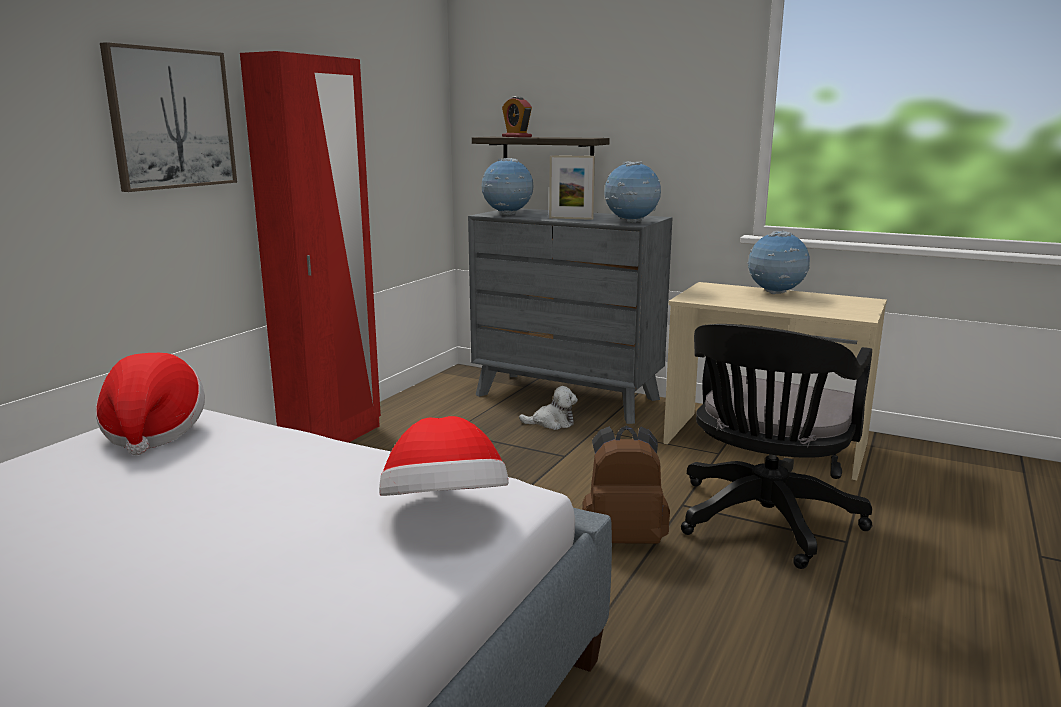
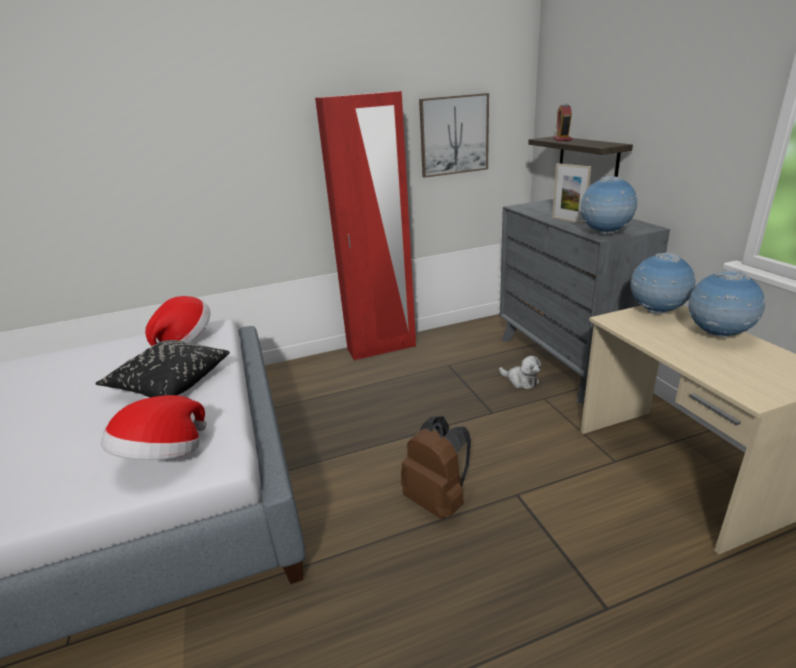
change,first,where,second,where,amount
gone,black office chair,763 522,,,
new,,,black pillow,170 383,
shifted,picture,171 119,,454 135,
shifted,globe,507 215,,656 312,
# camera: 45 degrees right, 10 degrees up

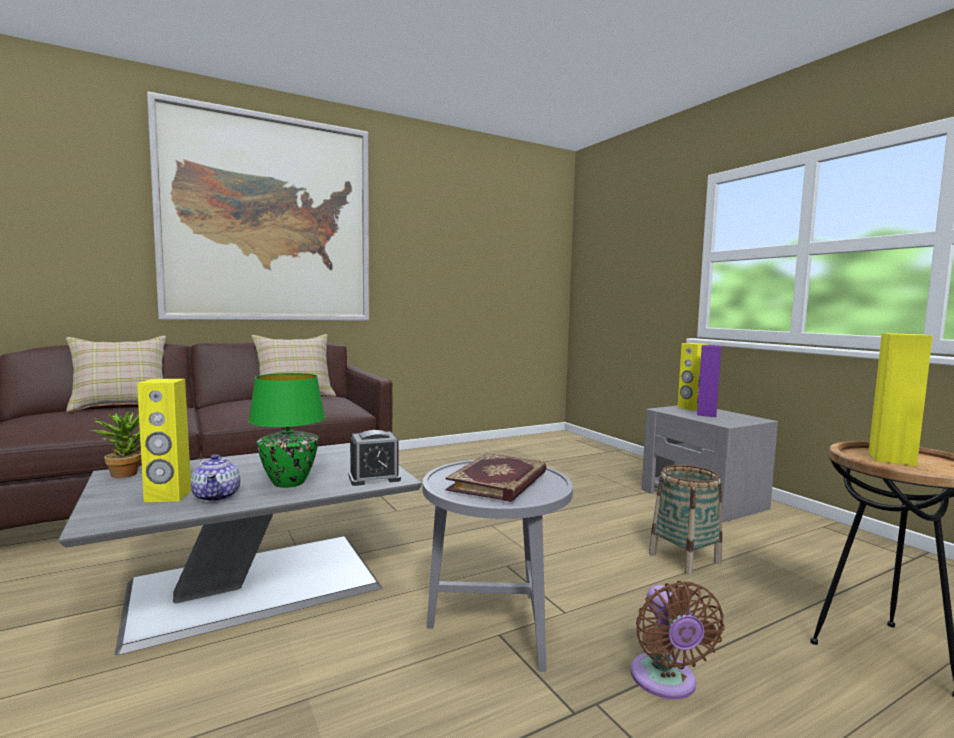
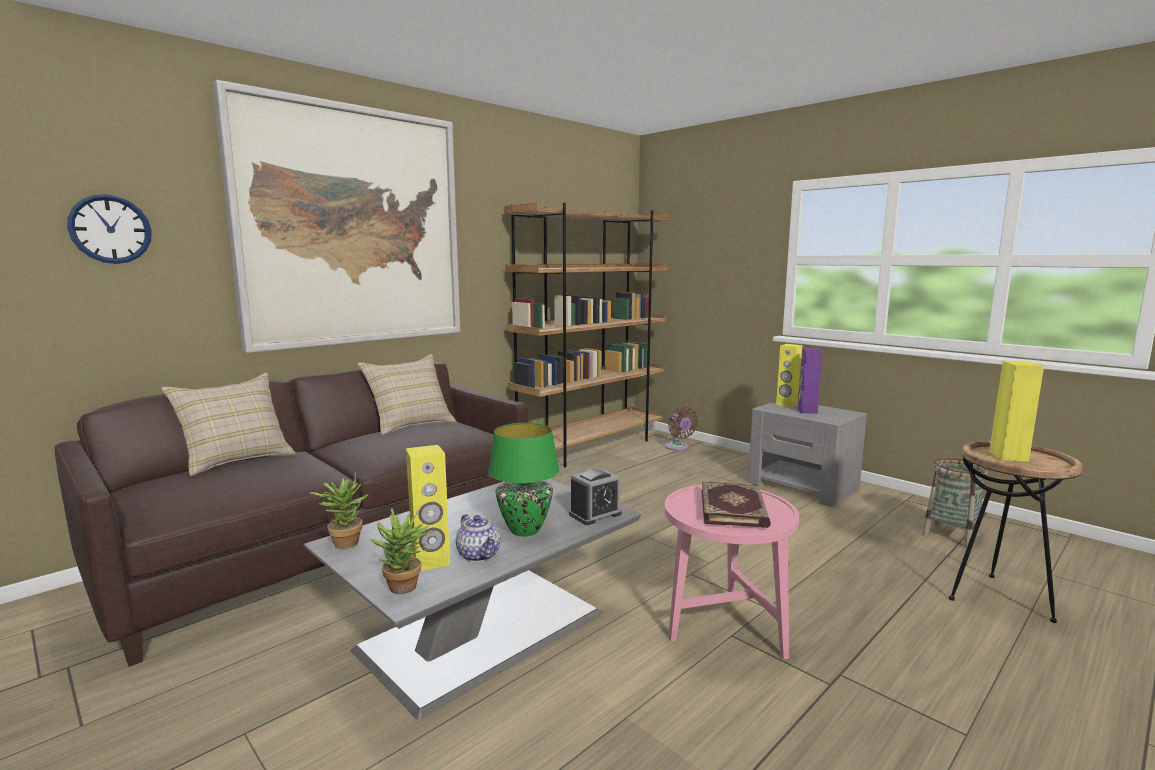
change,first,where,second,where,amount
new,,,wall clock,110 229,
new,,,potted plant,404 590,
new,,,brown bookcase,591 447,
shifted,brown fan,665 682,,678 448,
shifted,basket,684 558,,950 535,
repainted,grey side table,494 628,pink side table,723 631,
# camera: 15 degrees left, 5 degrees up

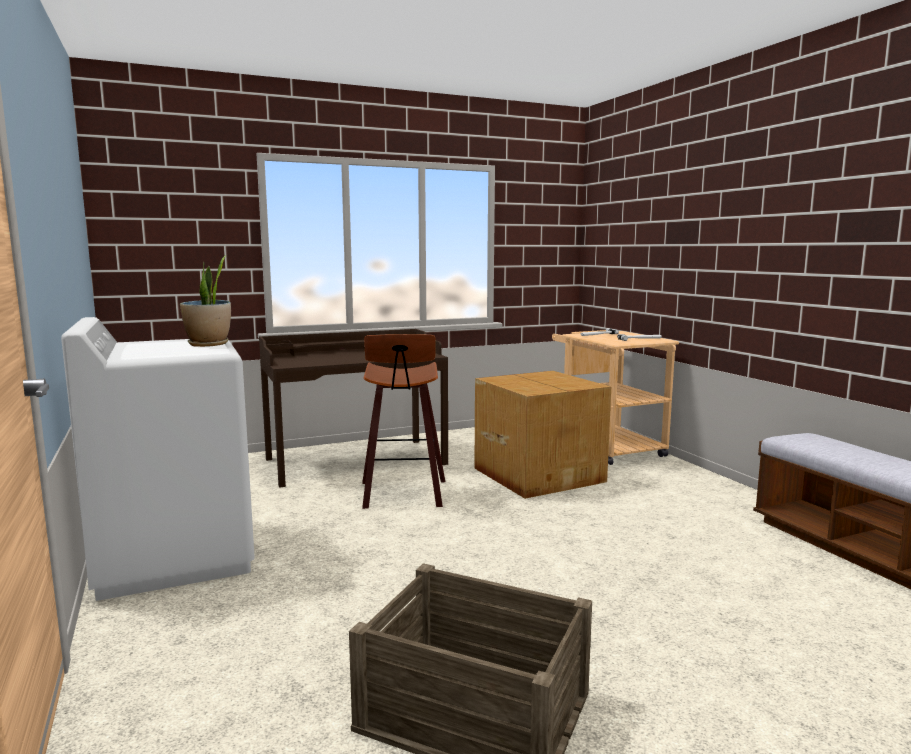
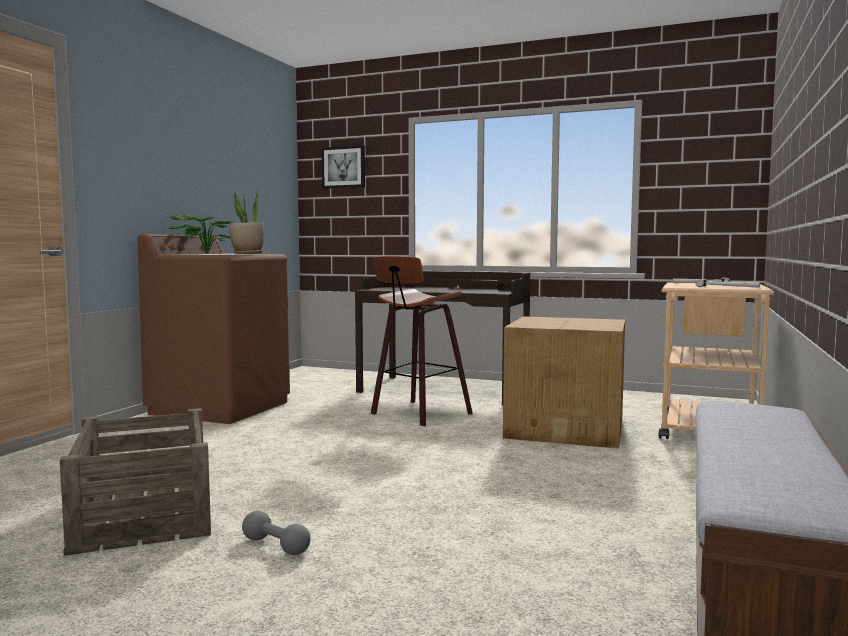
change,first,where,second,where,amount
new,,,potted plant,202 253,
new,,,grey dumbbell,275 546,
new,,,picture,344 167,
repainted,white washing machine,174 555,brown washing machine,220 407,
# camera: 45 degrees right, 5 degrees down

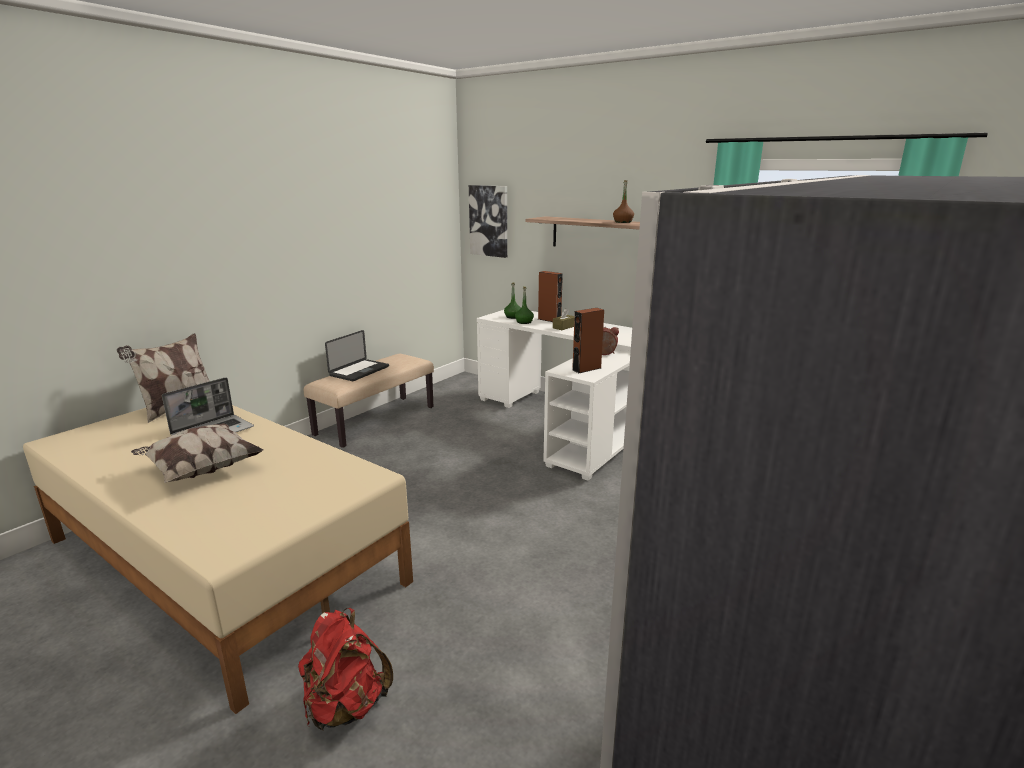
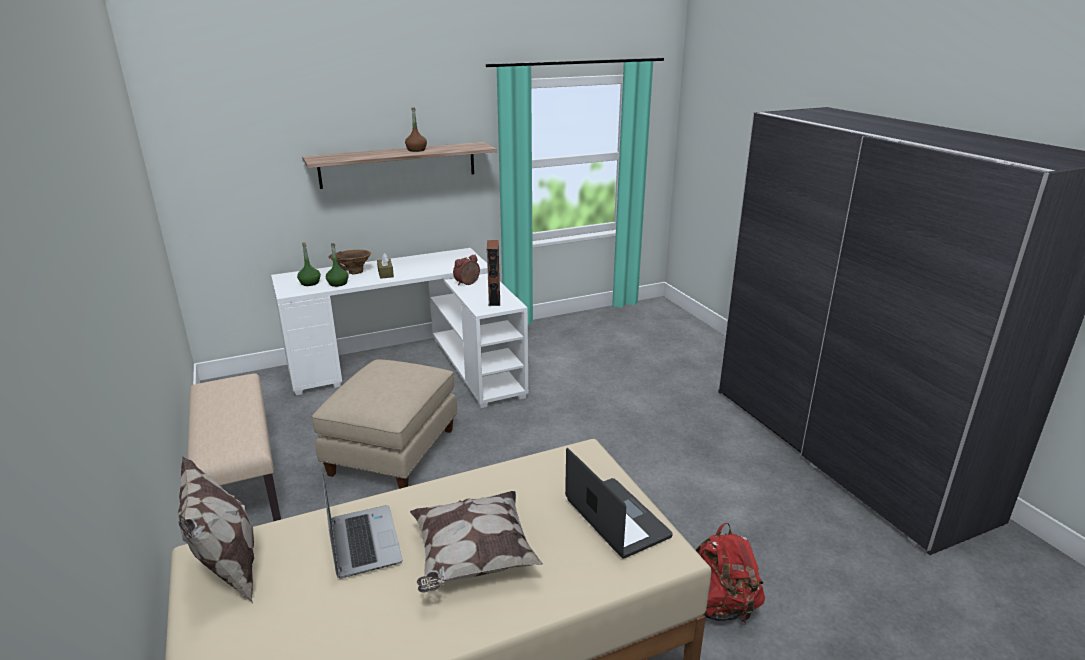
change,first,where,second,where,amount
gone,picture,489 221,,,
new,,,beige ottoman,392 451,
shifted,laptop,359 371,,616 518,
swapped,brown speaker,549 320,brown vase,352 272,
# camera: 60 degrees left, 5 degrees up

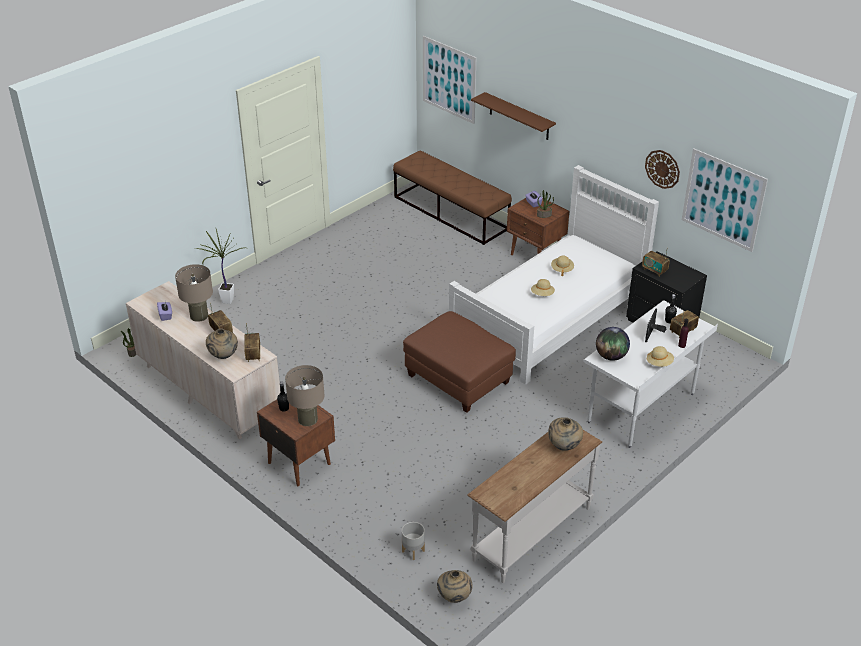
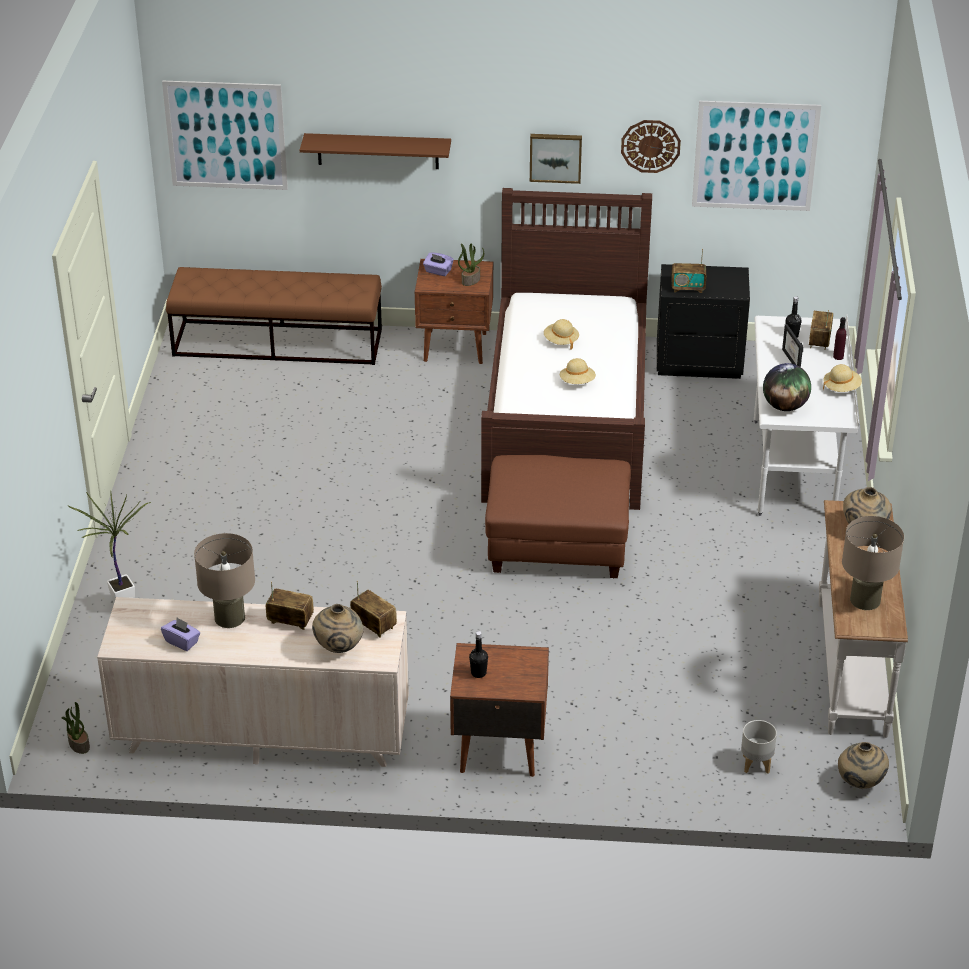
change,first,where,second,where,amount
new,,,picture,555 157,
shifted,beige table lamp,307 419,,865 600,
repainted,white bed,549 316,brown bed,567 415,
# camera: 40 degrees left, 0 degrees up

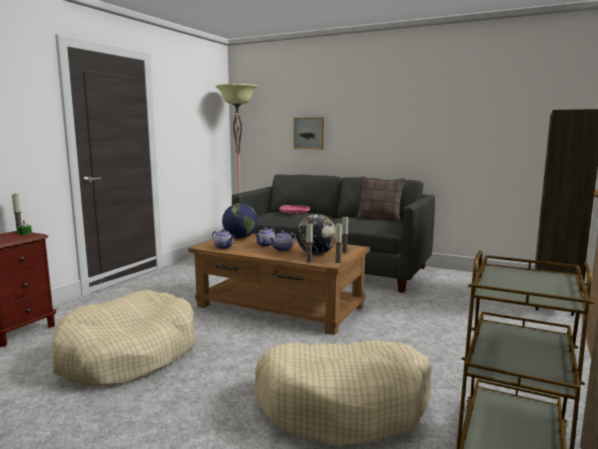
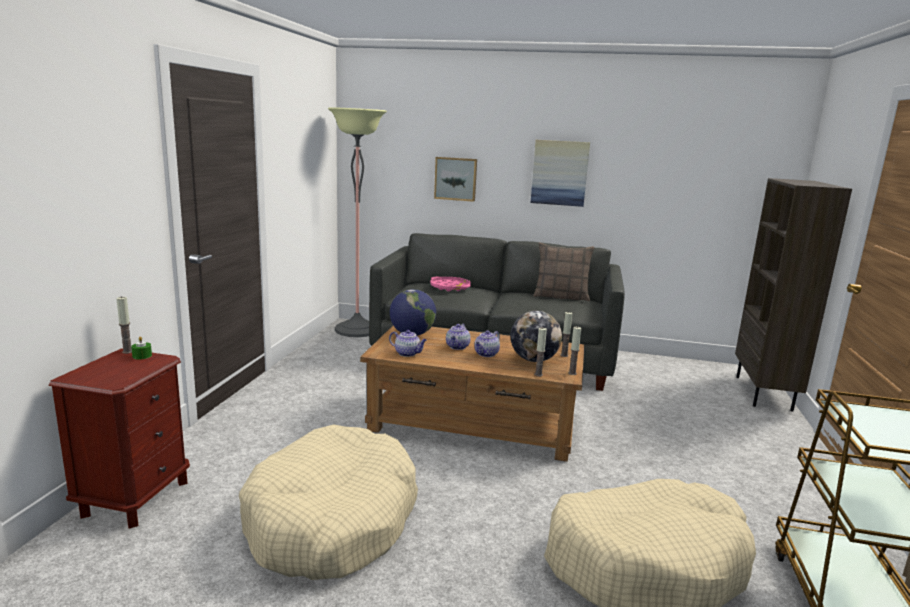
change,first,where,second,where,amount
new,,,picture,559 173,
# camera: 15 degrees left, 5 degrees up

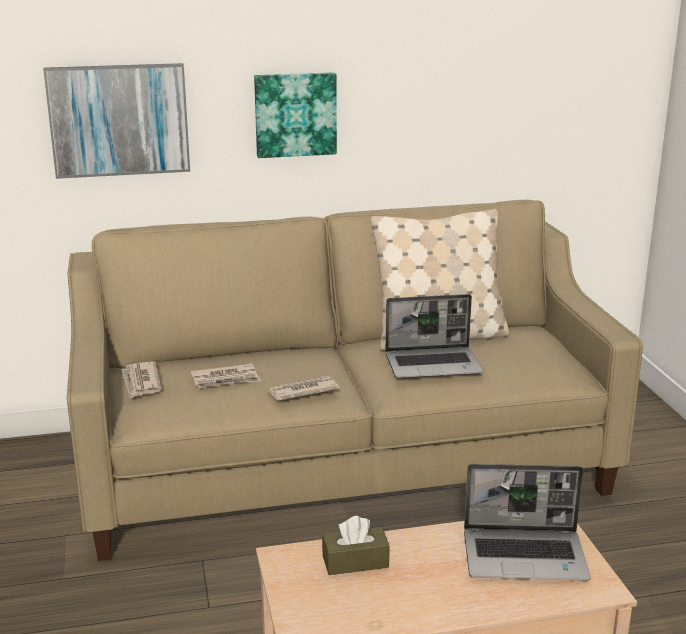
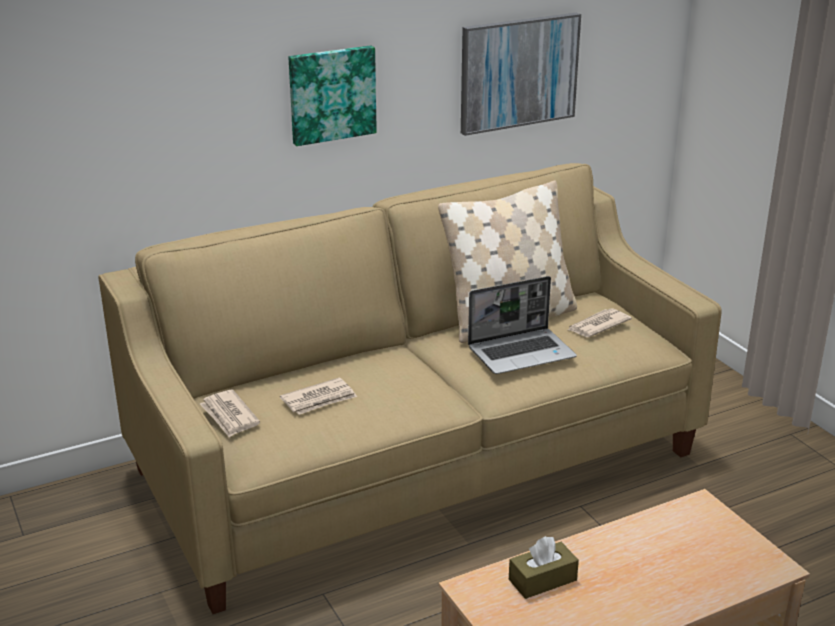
change,first,where,second,where,amount
gone,laptop,526 556,,,
shifted,picture,119 120,,518 72,
shifted,newspaper,302 391,,597 325,
# camera: 15 degrees left, 5 degrees up

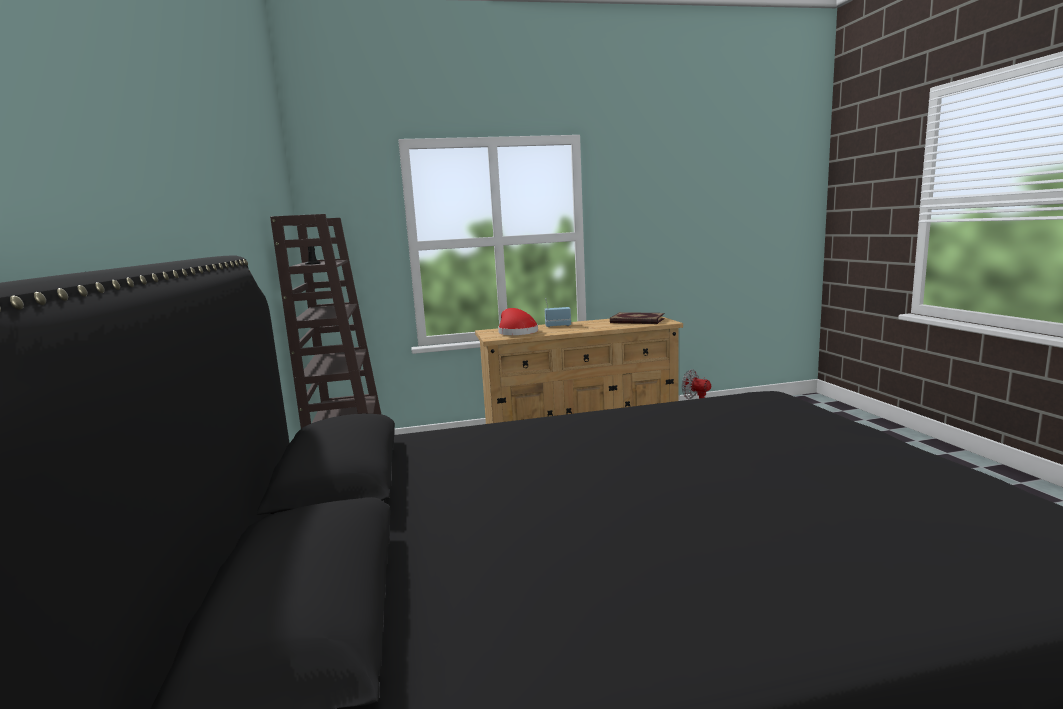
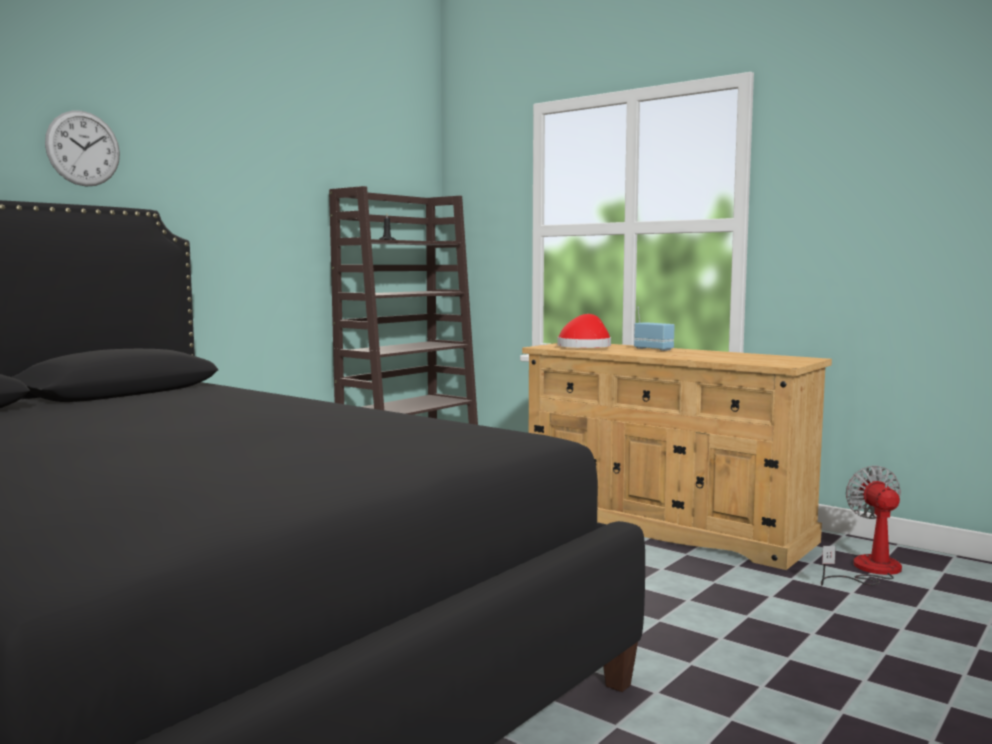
change,first,where,second,where,amount
gone,book,637 321,,,
new,,,wall clock,83 148,
# camera: 50 degrees right, 5 degrees down

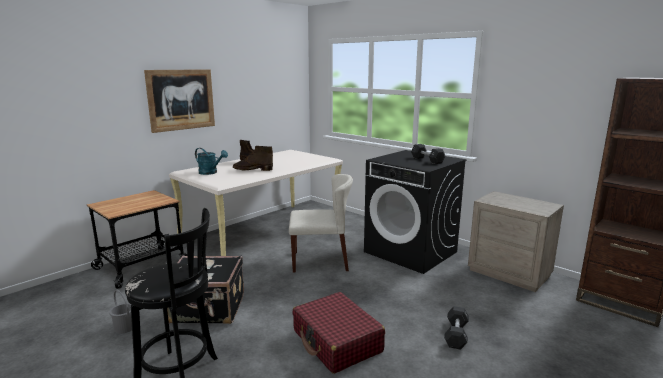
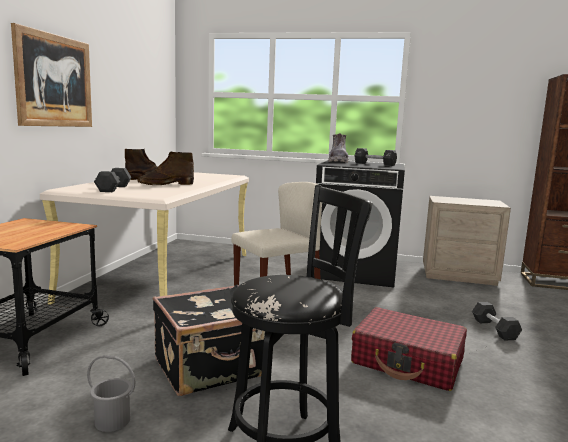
change,first,where,second,where,amount
new,,,grey boot,338 162,
swapped,turquoise watering can,211 173,black dumbbell,113 189,
# camera: 30 degrees left, 5 degrees down

